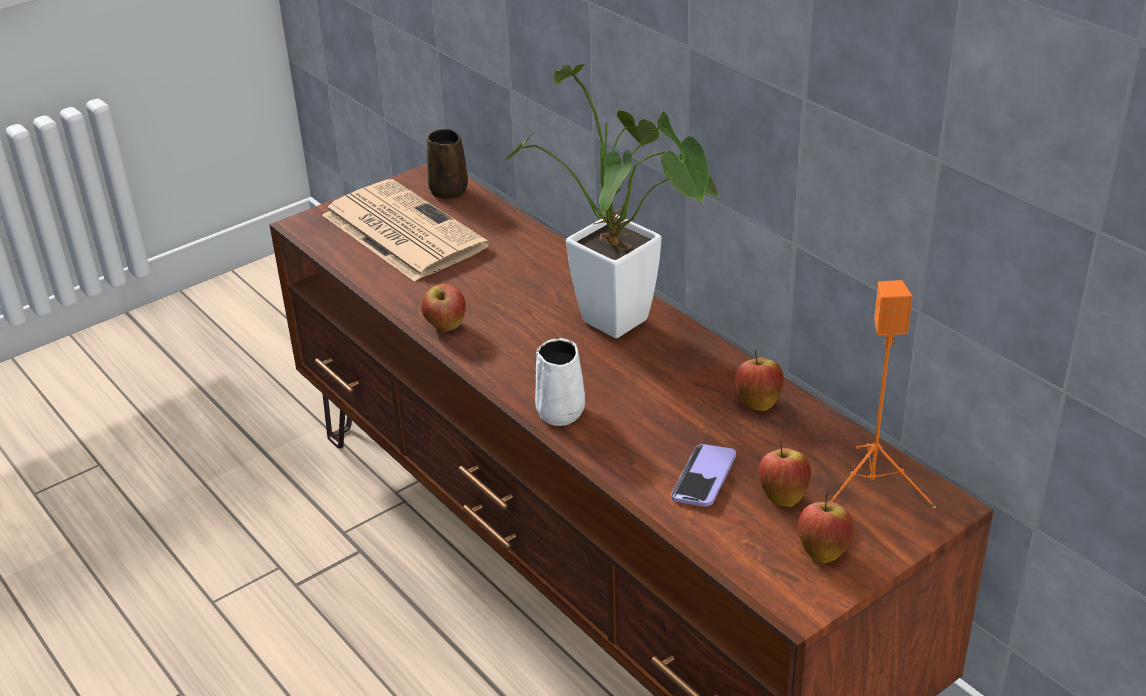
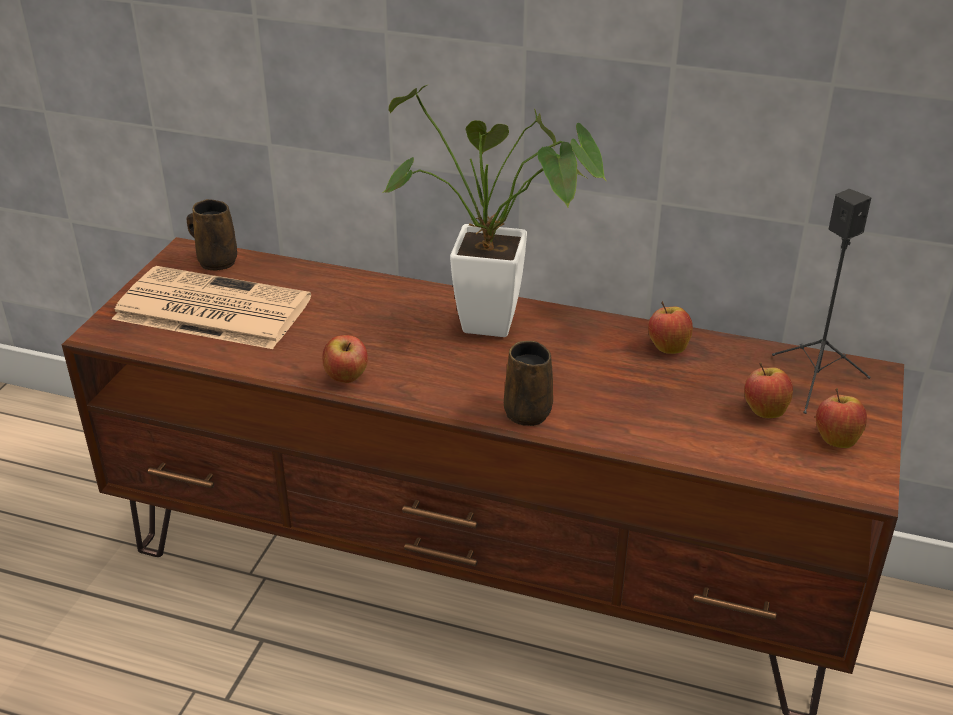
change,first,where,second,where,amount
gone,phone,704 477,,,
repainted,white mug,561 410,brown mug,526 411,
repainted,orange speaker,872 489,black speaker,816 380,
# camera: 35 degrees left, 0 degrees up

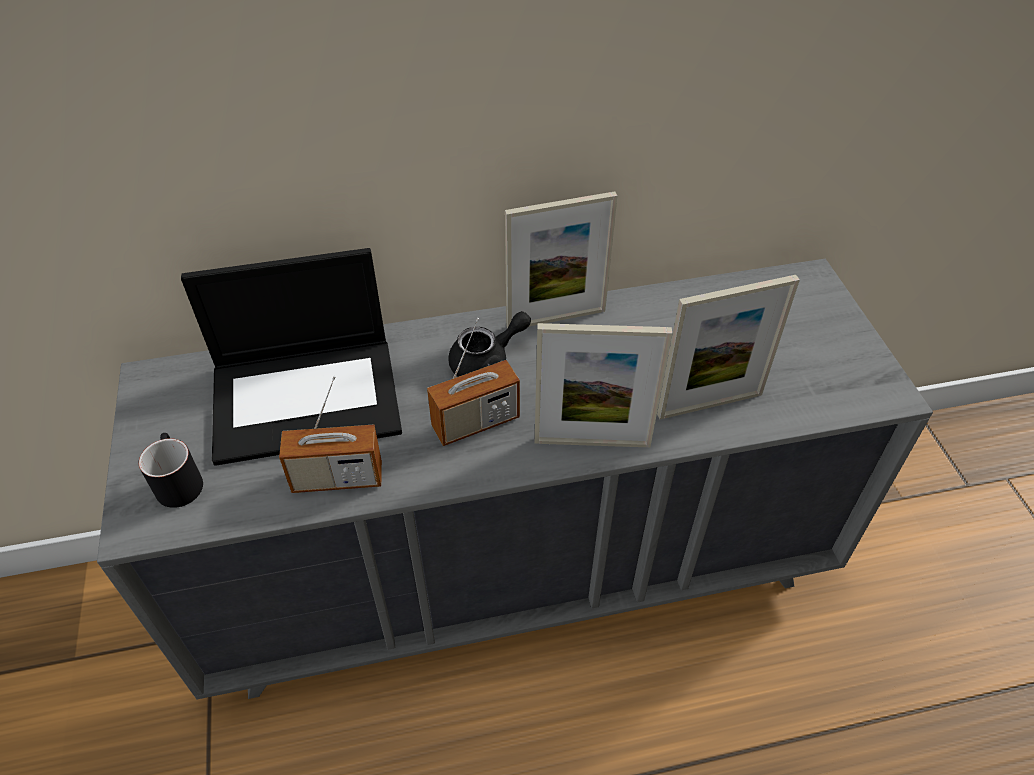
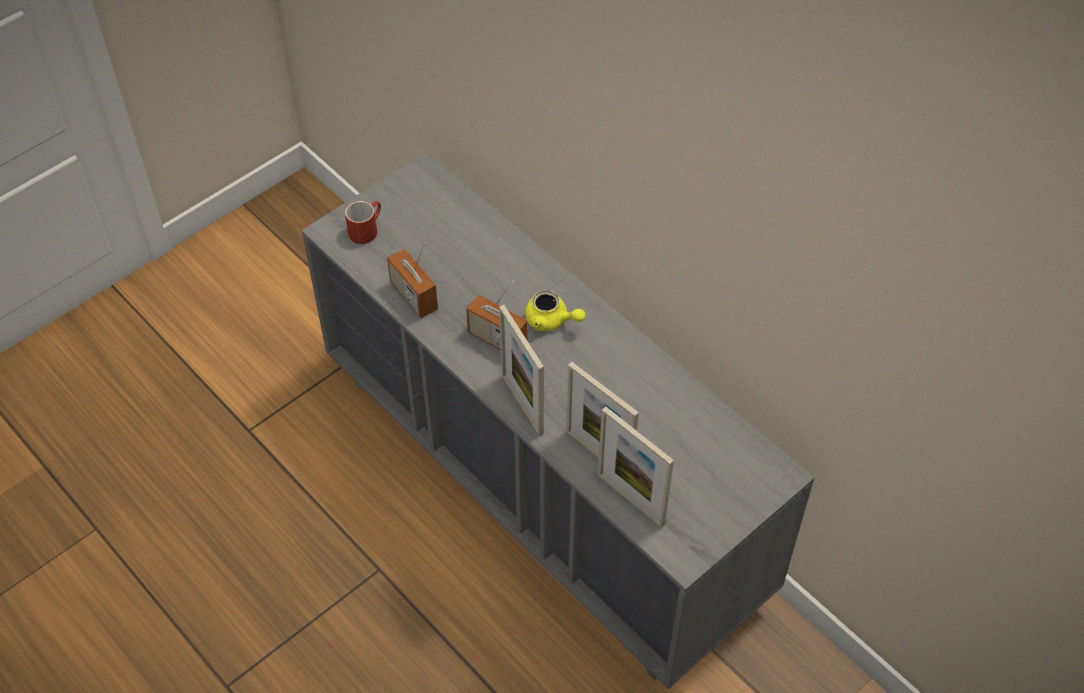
change,first,where,second,where,amount
gone,laptop,308 397,,,
shifted,picture frame,556 318,,631 499,
repainted,black mug,177 481,red mug,366 229,
repainted,black teapot,487 362,yellow teapot,551 321,
# camera: 60 degrees right, 5 degrees up

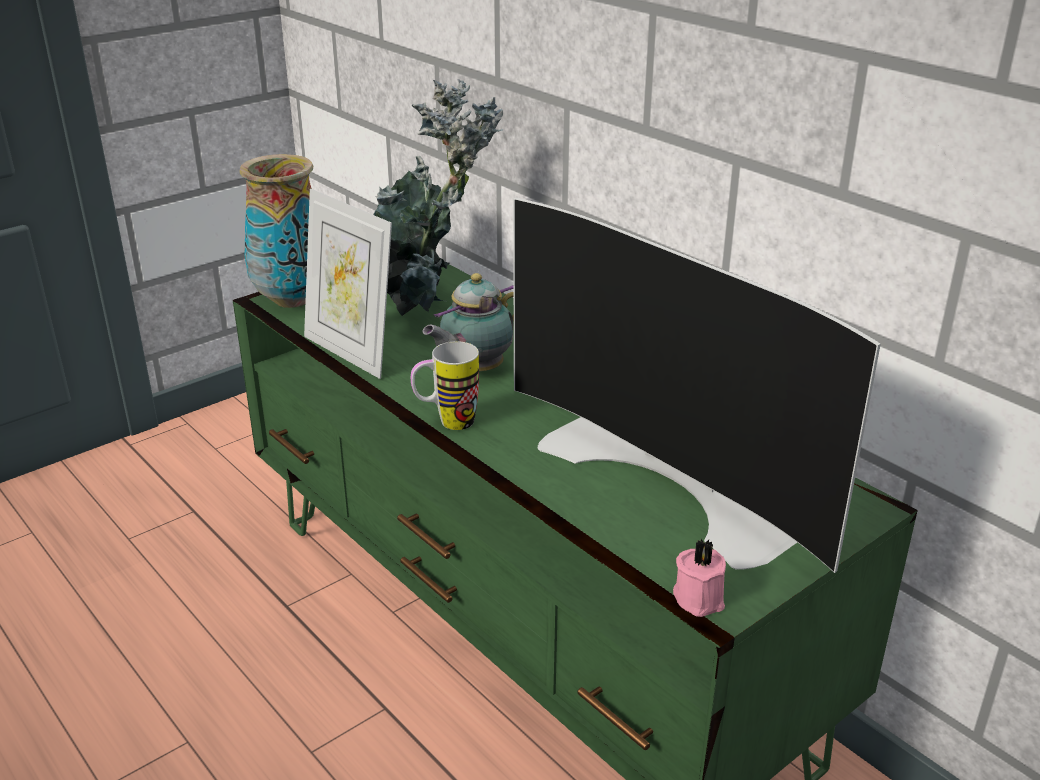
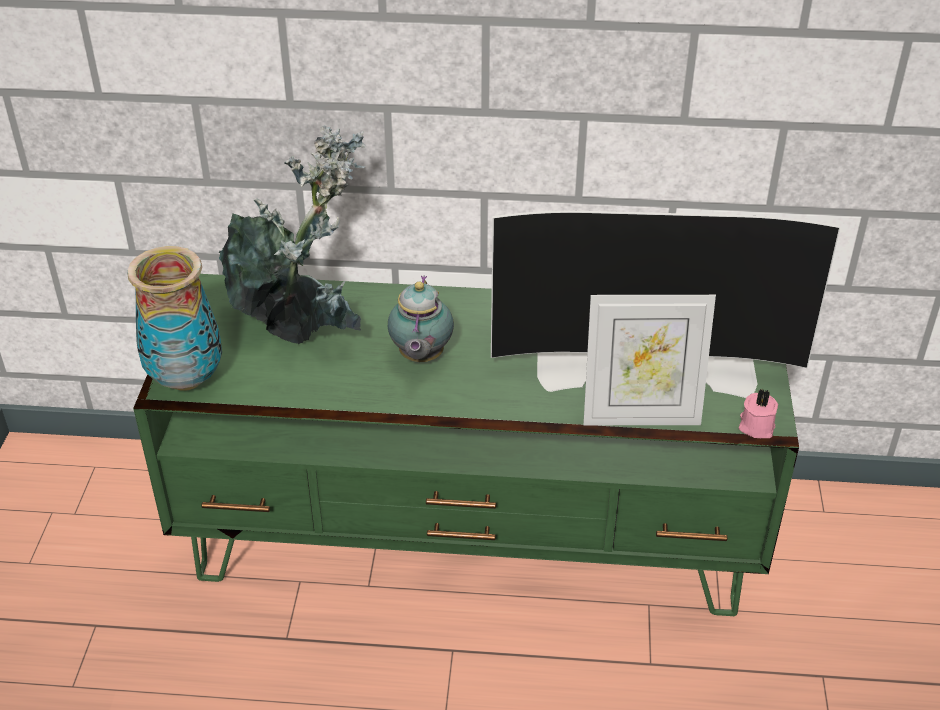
change,first,where,second,where,amount
gone,mug,446 423,,,
shifted,picture frame,351 352,,640 416,
# camera: 45 degrees left, 10 degrees up

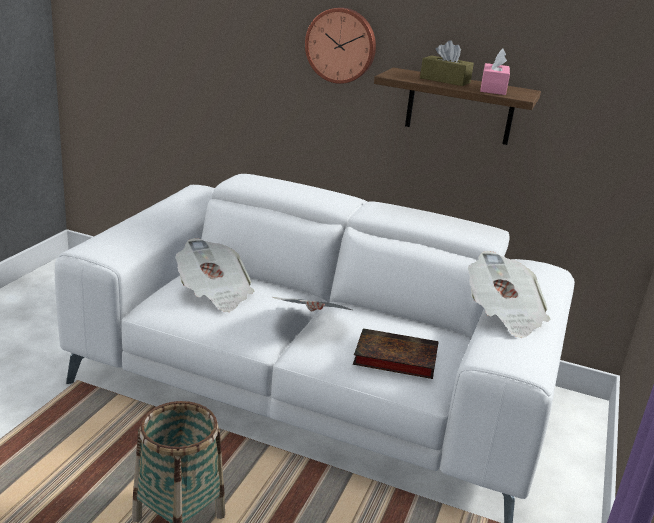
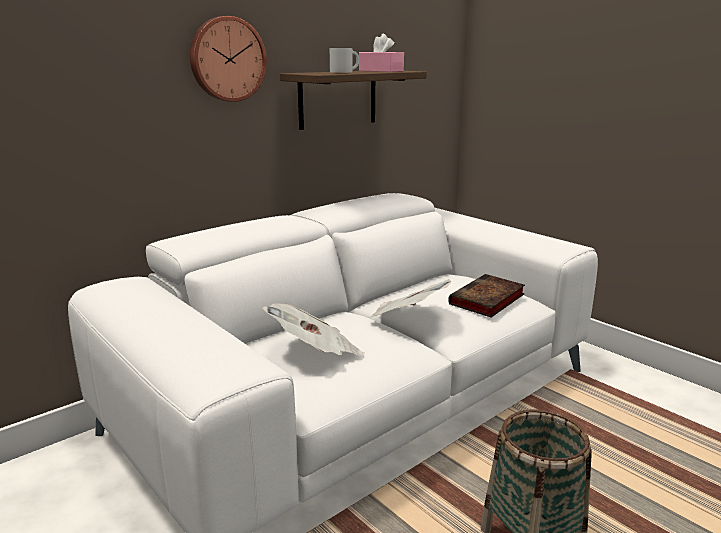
change,first,where,second,where,amount
gone,newspaper,504 315,,,
swapped,brown tissue box,445 80,white mug,345 72,
# camera: 60 degrees left, 5 degrees down

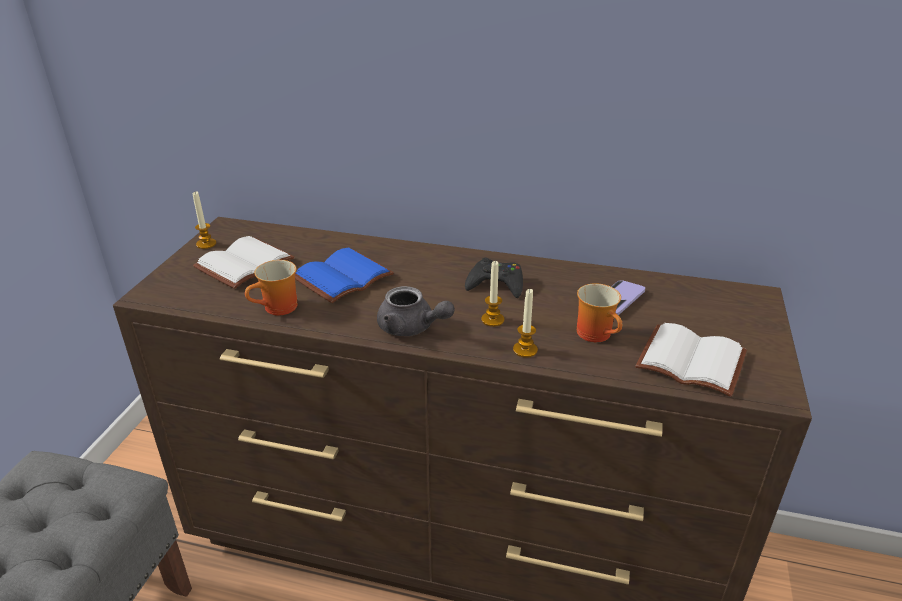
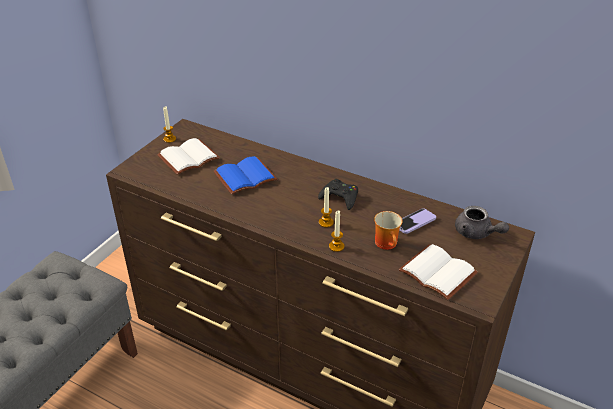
change,first,where,second,where,amount
gone,mug,278 309,,,
shifted,grey teapot,411 328,,476 233,
# camera: 15 degrees right, 5 degrees up

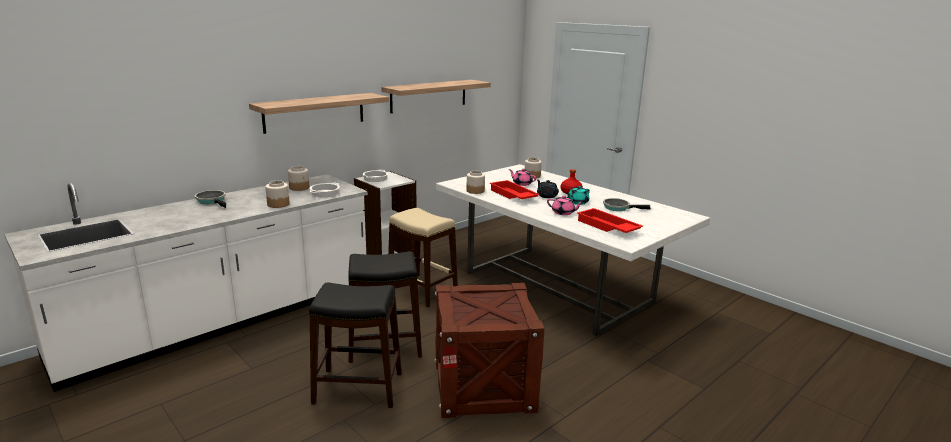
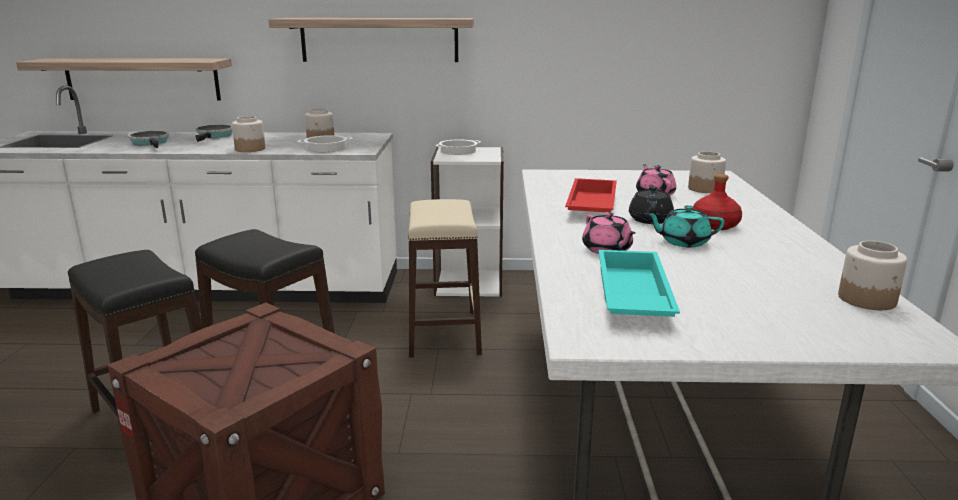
change,first,where,second,where,amount
shifted,shelf,429 95,,142 79,
shifted,jar,475 191,,867 300,
shifted,frying pan,618 208,,151 143,
repainted,red tray,607 227,turquoise tray,630 296,
# camera: 45 degrees right, 0 degrees up

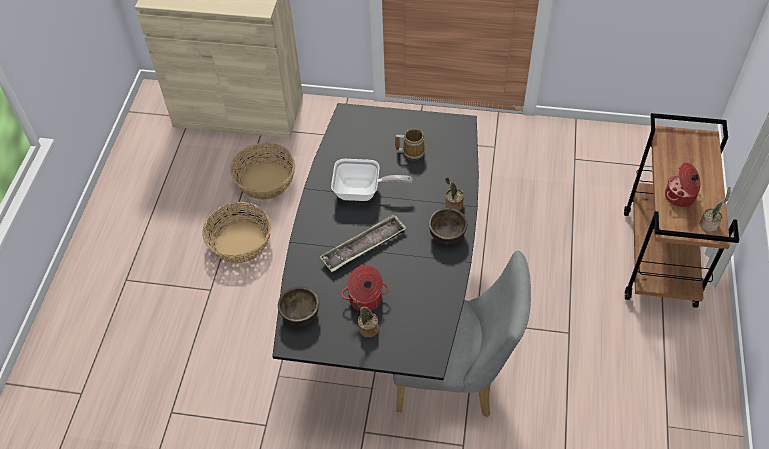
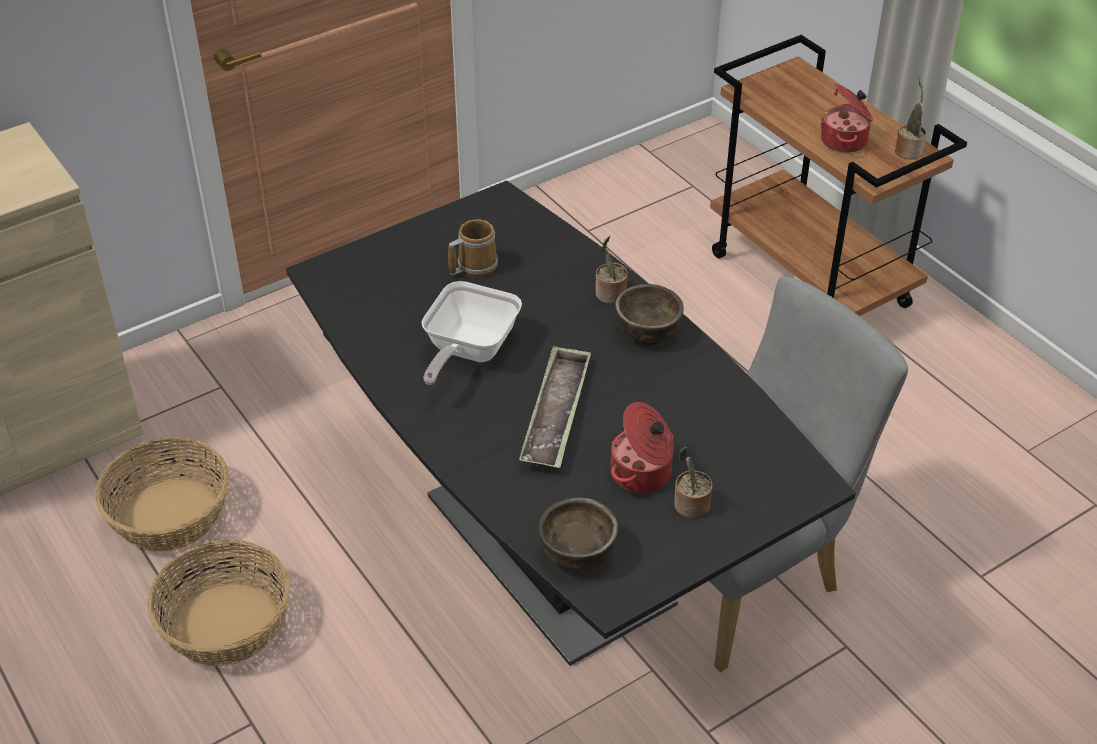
change,first,where,second,where,amount
rotated,frying pan,362 192,,467 352,150 degrees clockwise
# camera: 45 degrees left, 10 degrees down

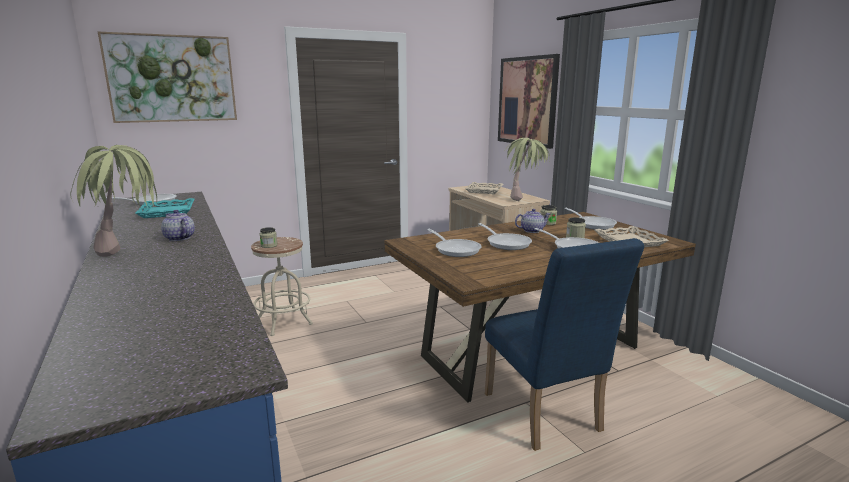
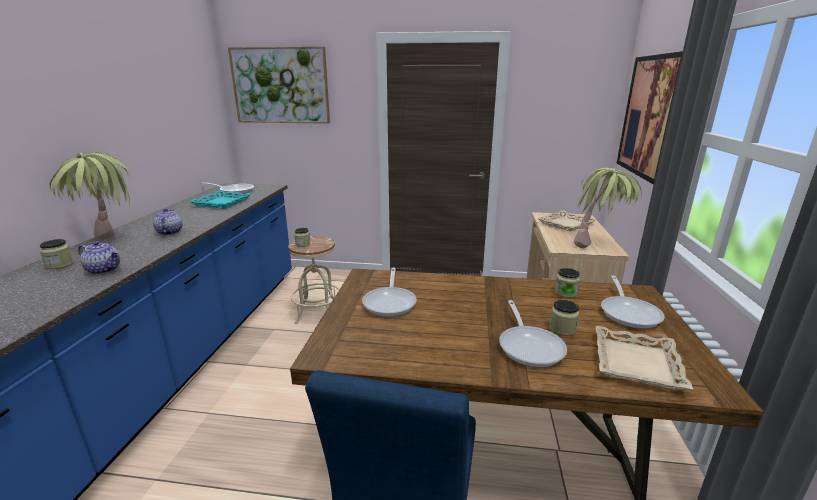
change,first,where,second,where,amount
gone,frying pan,506 243,,,
new,,,jar,59 265,
shifted,teapot,532 230,,104 270,
# camera: 35 degrees right, 5 degrees up

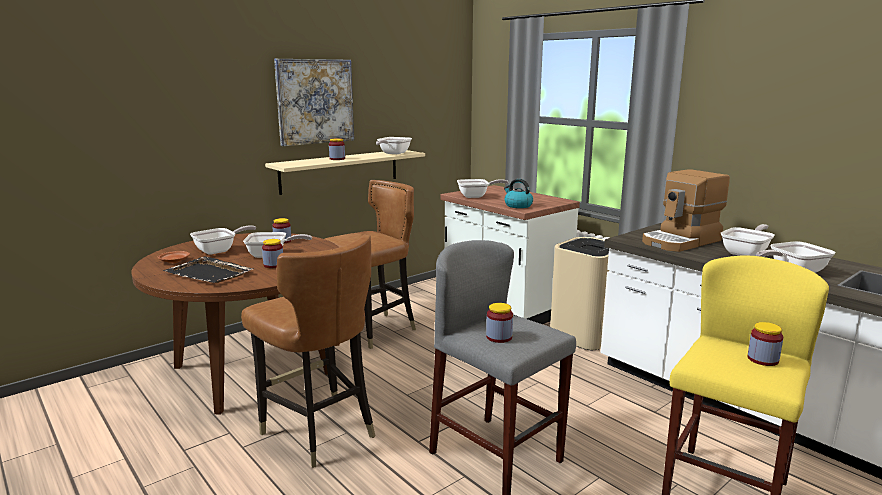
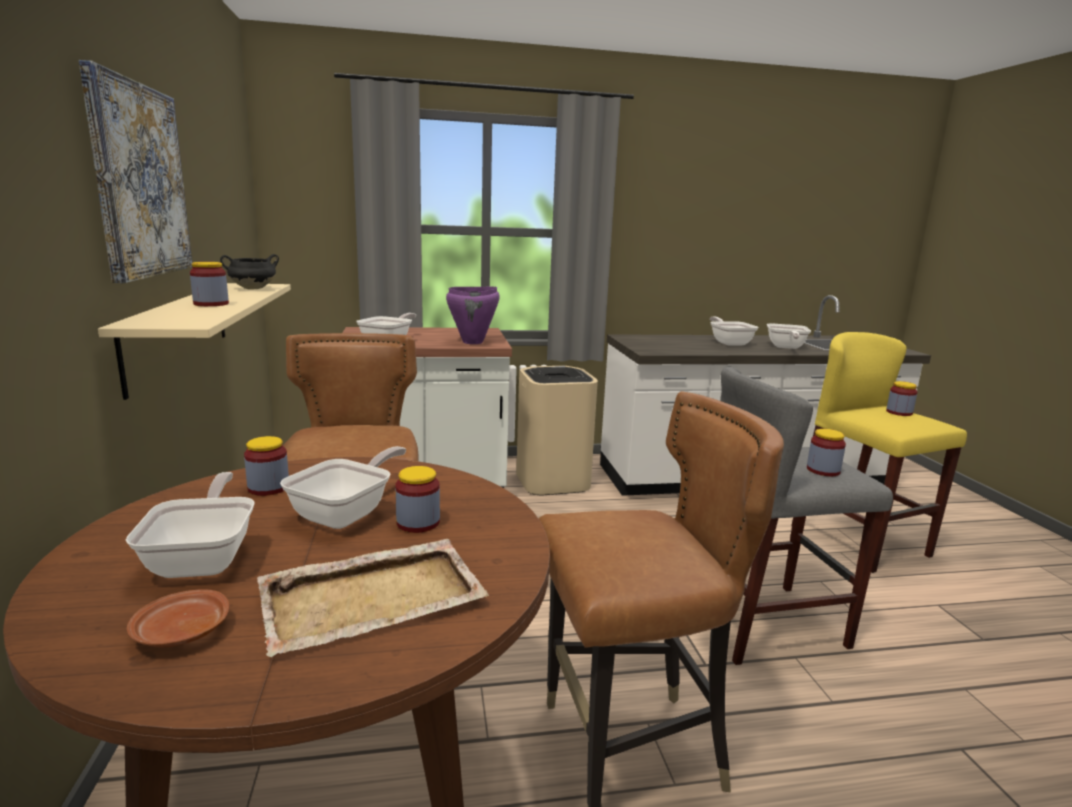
change,first,where,second,where,amount
gone,coffee machine,681 241,,,
swapped,frying pan,392 153,black cooking pot,252 289,
swapped,kettle,517 205,purple cooking pot,473 342,
repainted,black tray,209 273,beige tray,374 597,
# camera: 60 degrees left, 0 degrees up

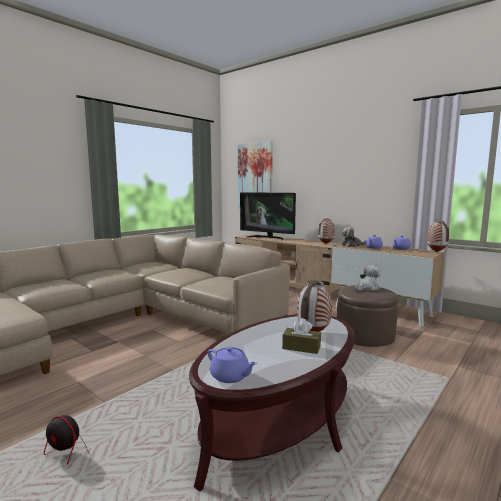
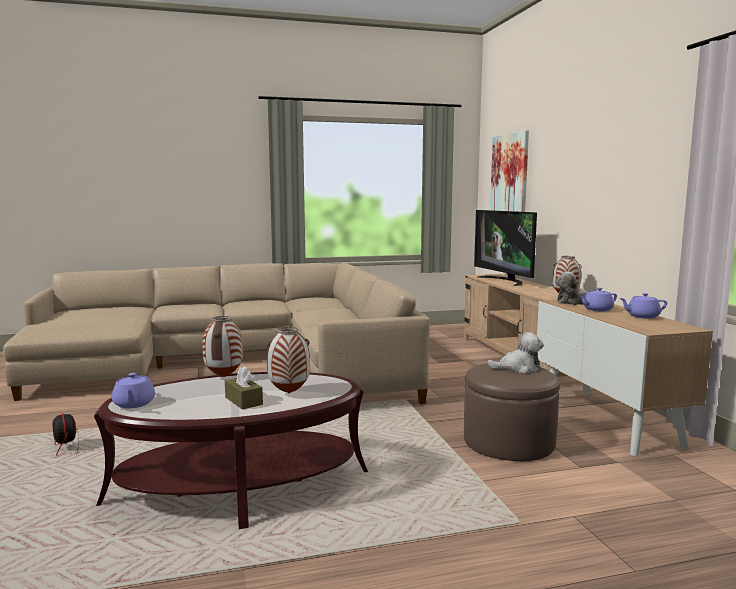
change,first,where,second,where,amount
shifted,vase,436 251,,223 377,
# camera: 35 degrees right, 0 degrees up

